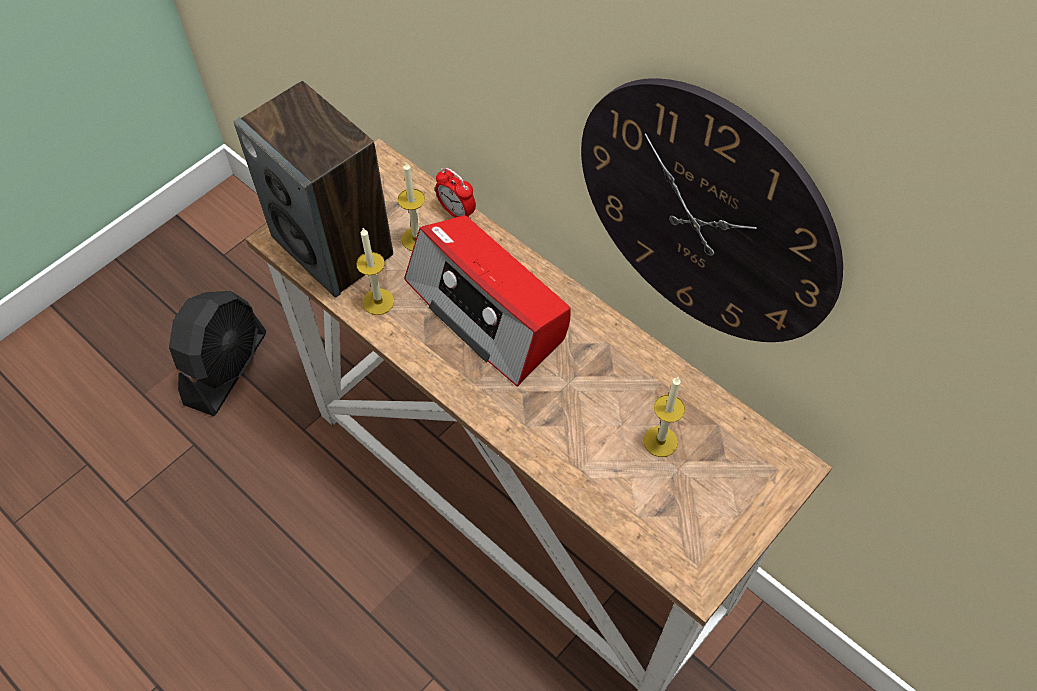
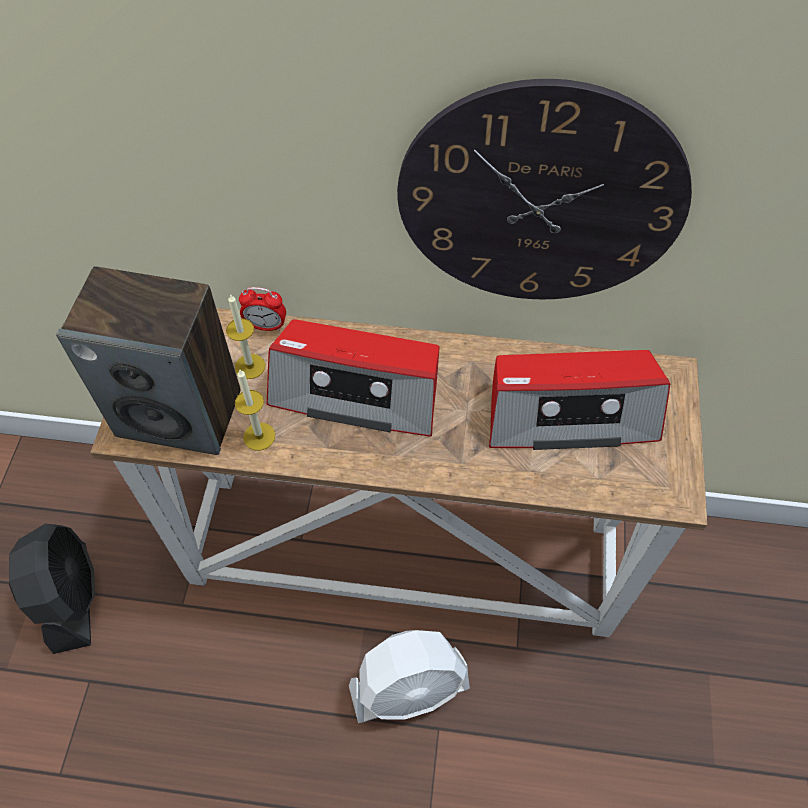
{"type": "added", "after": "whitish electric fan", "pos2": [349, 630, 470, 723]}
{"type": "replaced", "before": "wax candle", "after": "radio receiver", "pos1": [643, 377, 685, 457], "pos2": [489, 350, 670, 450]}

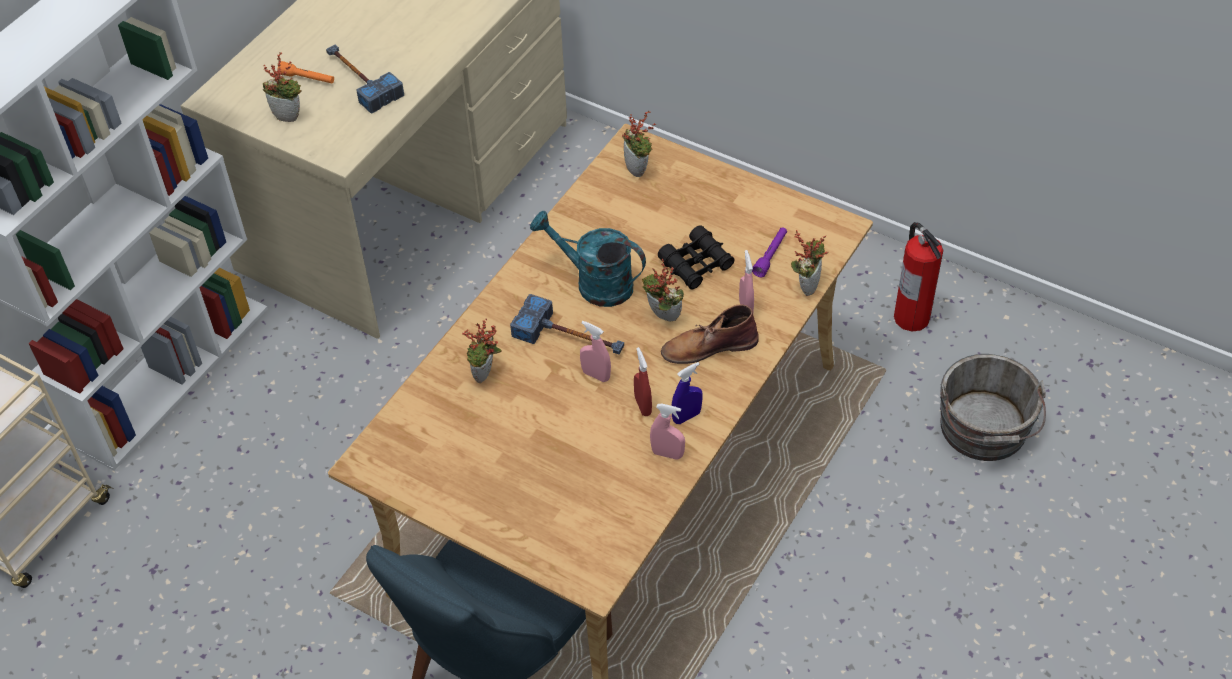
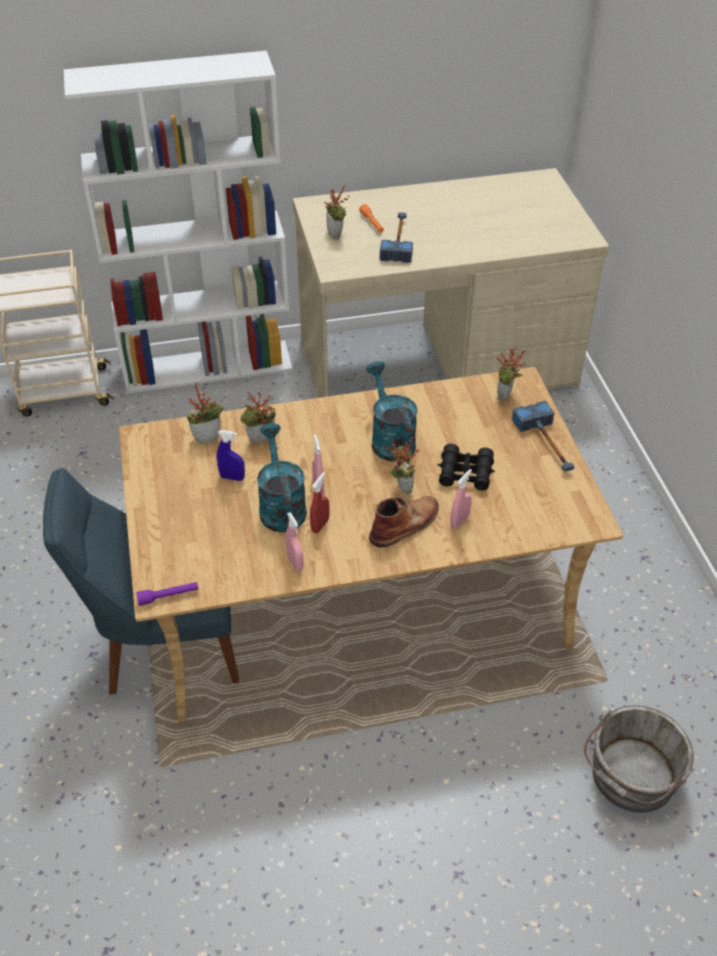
{"type": "moved", "before": "purple-coloured torch", "pos1": [752, 227, 787, 277], "pos2": [136, 582, 198, 606]}
{"type": "moved", "before": "potted plant", "pos1": [791, 230, 829, 296], "pos2": [186, 383, 224, 444]}
{"type": "moved", "before": "blue-coloured hand sprayer", "pos1": [672, 362, 703, 424], "pos2": [217, 430, 245, 481]}
{"type": "added", "after": "blue-green sprinkling can", "pos2": [257, 423, 307, 532]}
{"type": "turned", "before": "brown-coloured high-top boot", "pos1": [661, 304, 759, 364], "pos2": [369, 495, 439, 547], "turn": 105}
{"type": "moved", "before": "hand hammer", "pos1": [510, 294, 624, 354], "pos2": [512, 401, 574, 472]}
{"type": "removed", "before": "extinguisher", "pos1": [894, 222, 943, 332]}

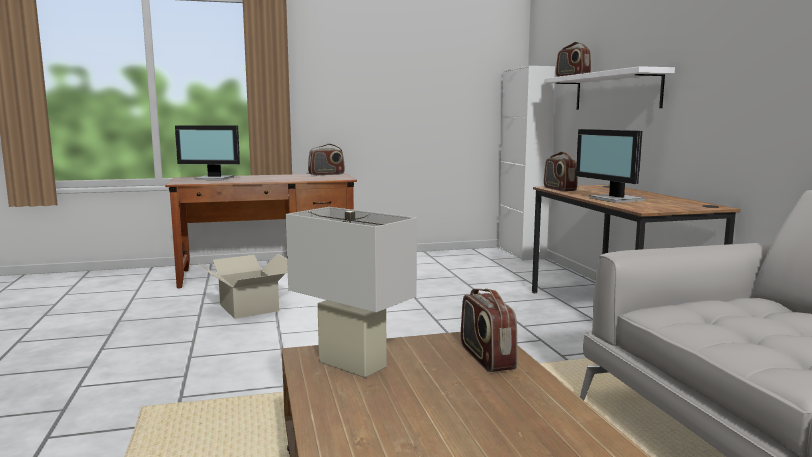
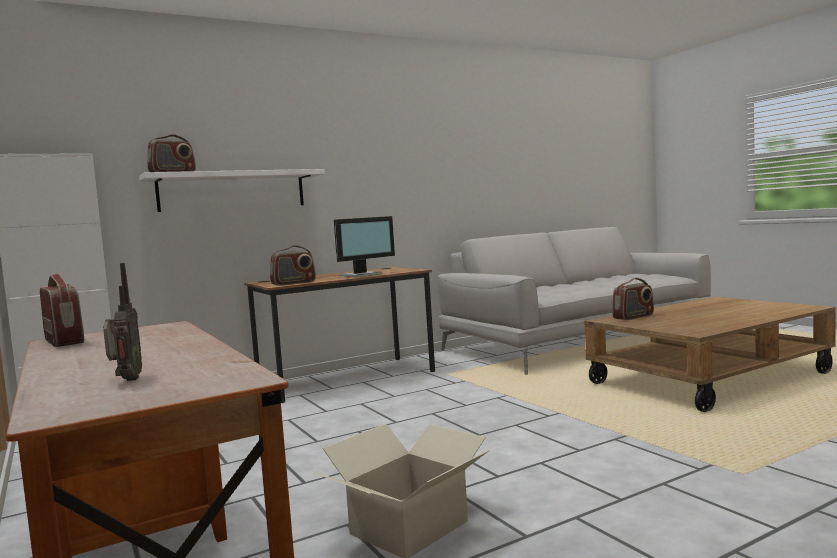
{"type": "replaced", "before": "computer screen", "after": "radio receiver", "pos1": [175, 125, 240, 180], "pos2": [103, 263, 142, 381]}
{"type": "removed", "before": "whitish lamp for a table", "pos1": [286, 207, 417, 378]}

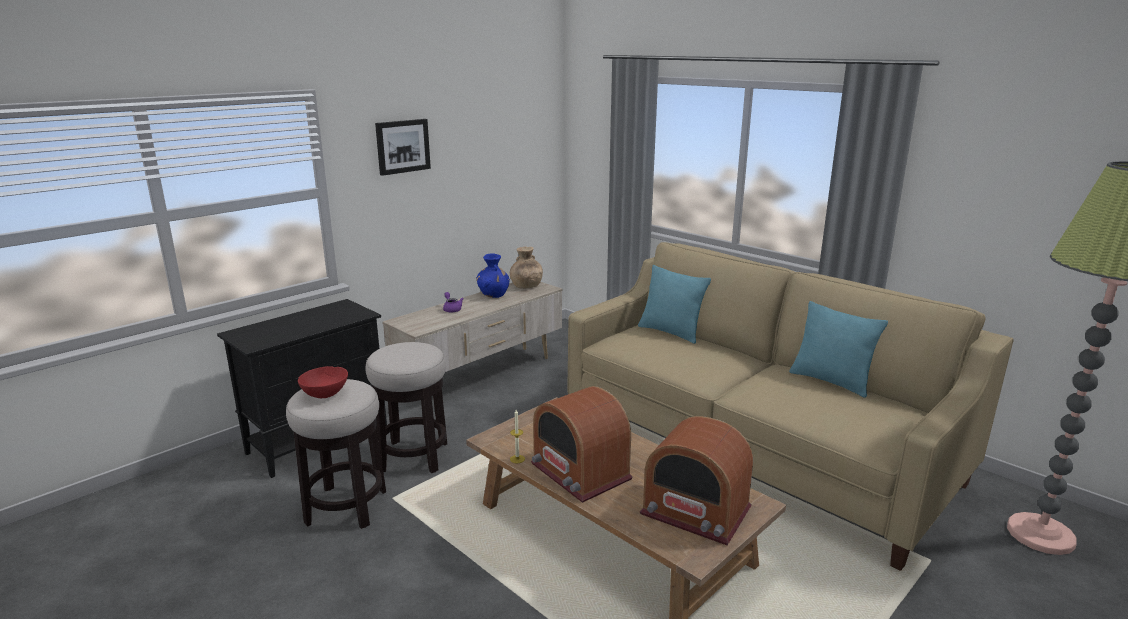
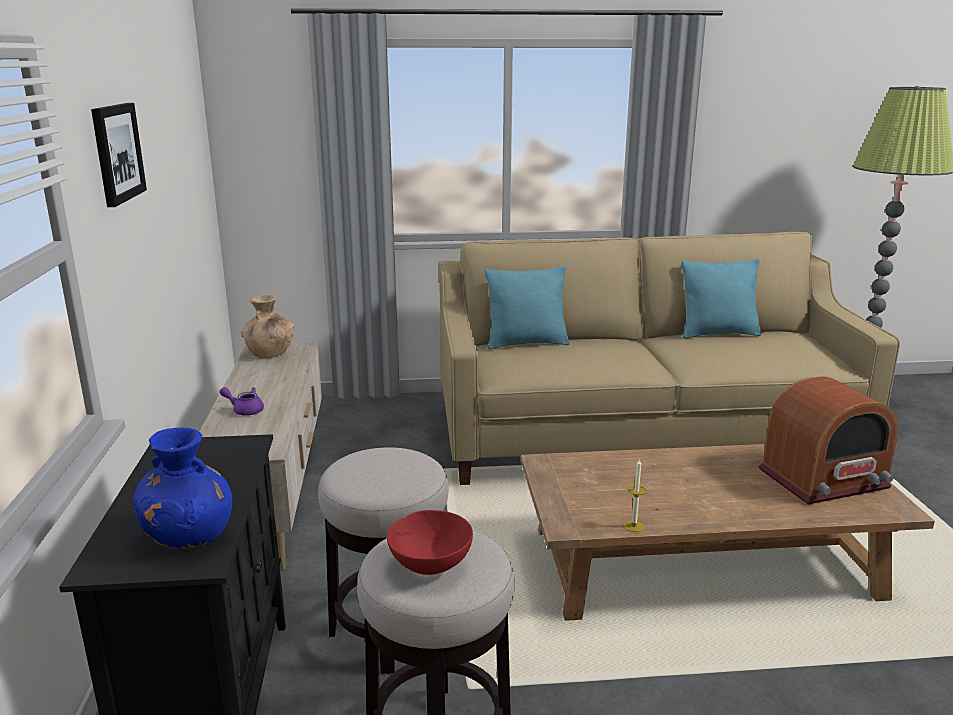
{"type": "moved", "before": "blue-coloured flower vase", "pos1": [477, 253, 510, 298], "pos2": [133, 428, 232, 549]}
{"type": "removed", "before": "radio receiver", "pos1": [531, 386, 633, 503]}

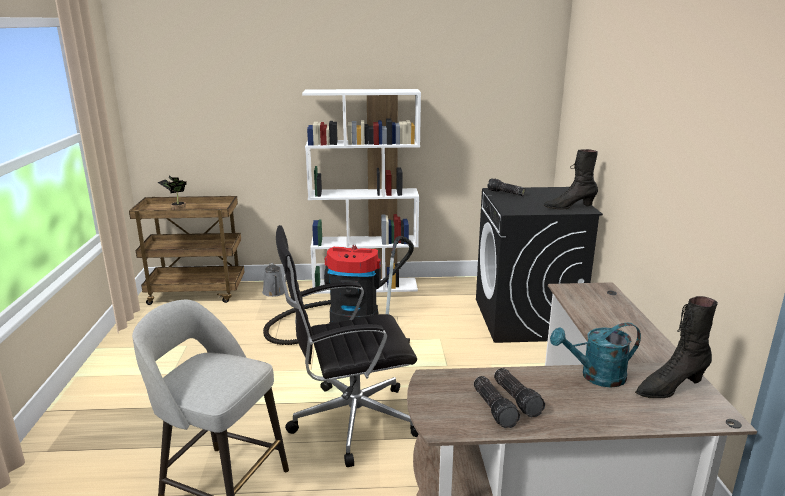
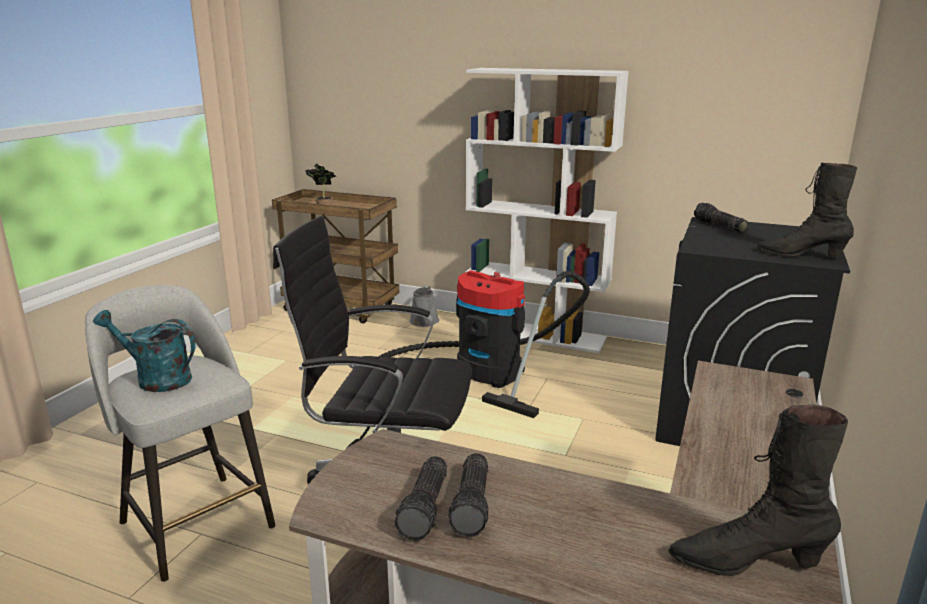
{"type": "moved", "before": "blue-green sprinkling can", "pos1": [550, 323, 641, 388], "pos2": [93, 310, 196, 392]}

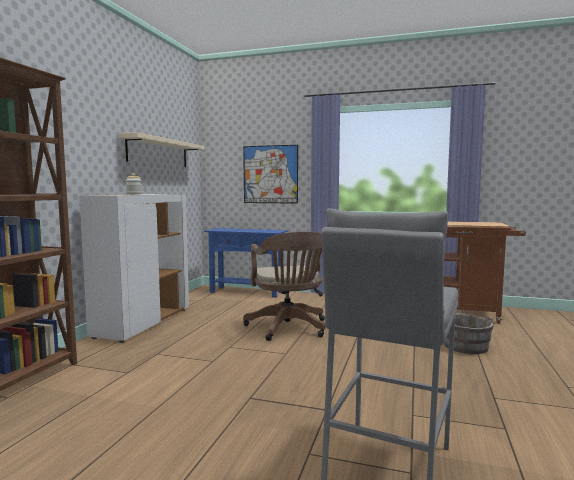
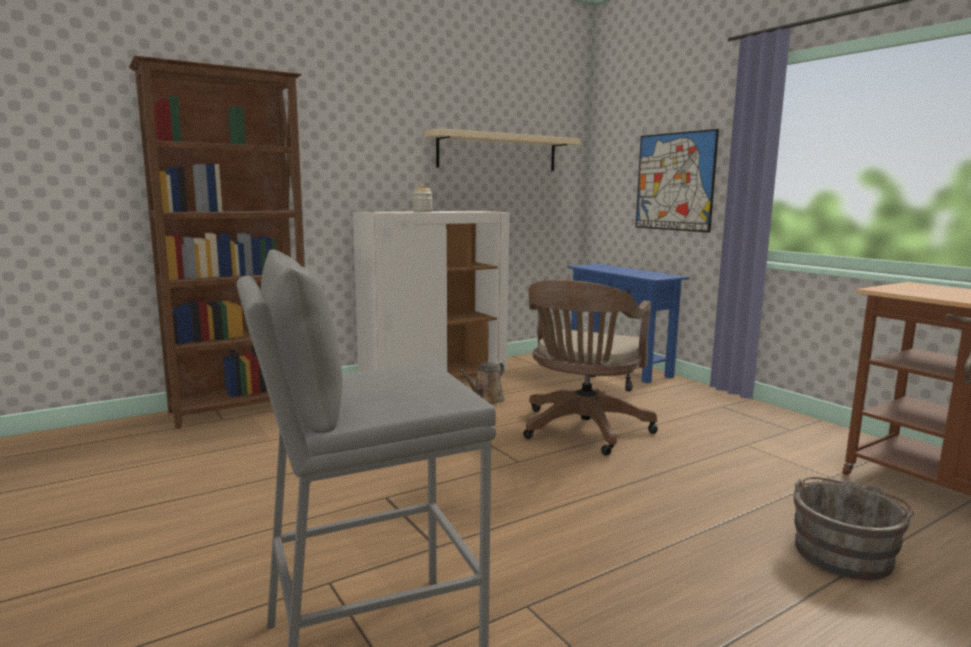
{"type": "added", "after": "brown-coloured sprinkling can", "pos2": [458, 362, 505, 404]}

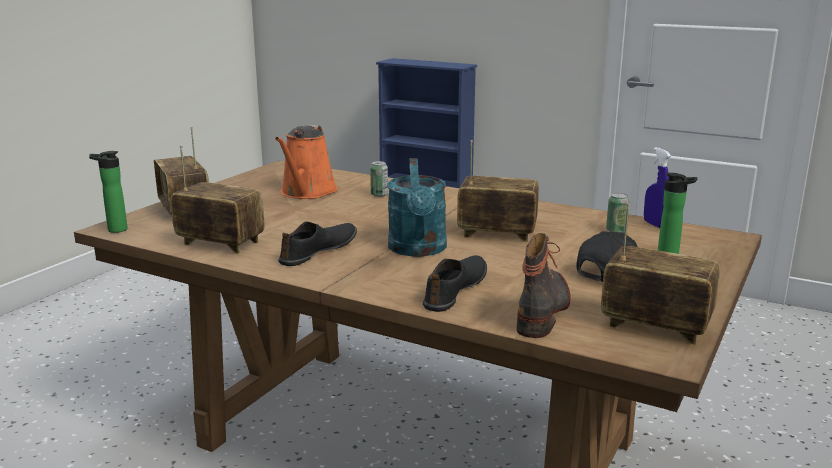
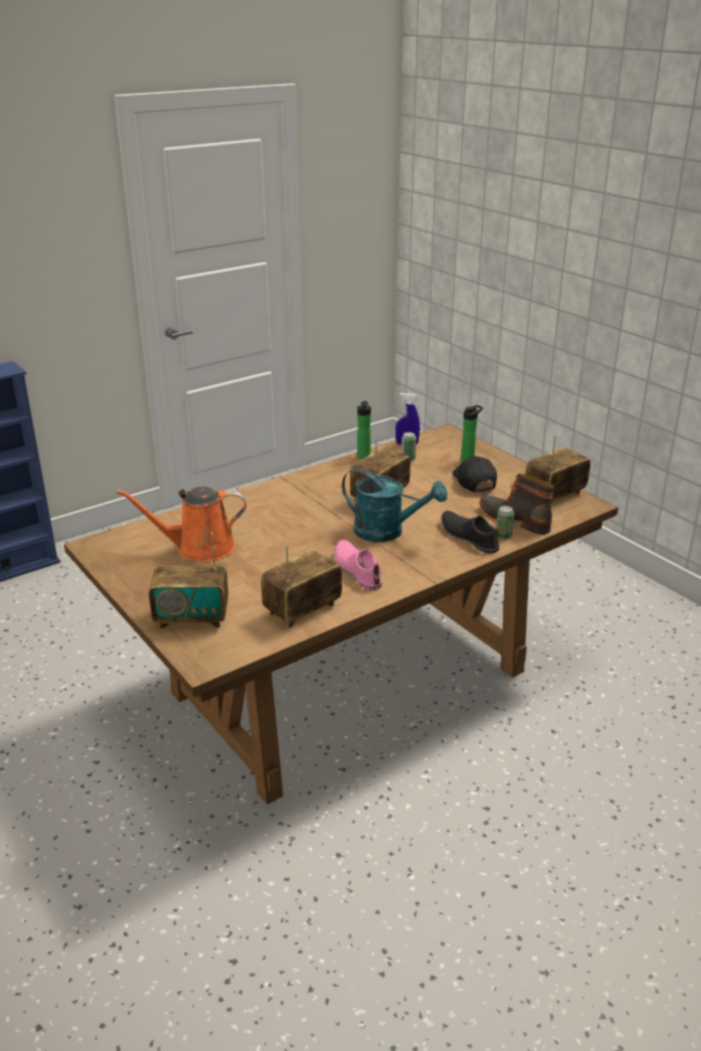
{"type": "turned", "before": "orange sprinkling can", "pos1": [275, 125, 338, 199], "pos2": [116, 487, 246, 562], "turn": 135}
{"type": "recoloured", "before": "black item of footwear", "after": "pinkish item of footwear", "pos1": [278, 221, 357, 266], "pos2": [334, 540, 382, 590]}
{"type": "moved", "before": "drink bottle", "pos1": [89, 151, 128, 233], "pos2": [357, 401, 371, 459]}
{"type": "moved", "before": "sealed can", "pos1": [370, 161, 388, 197], "pos2": [496, 506, 514, 540]}

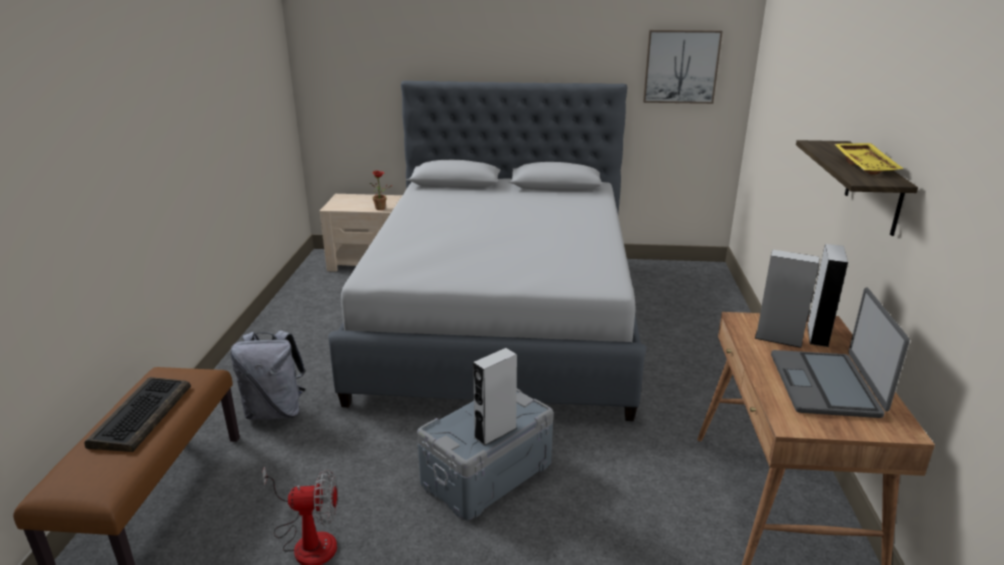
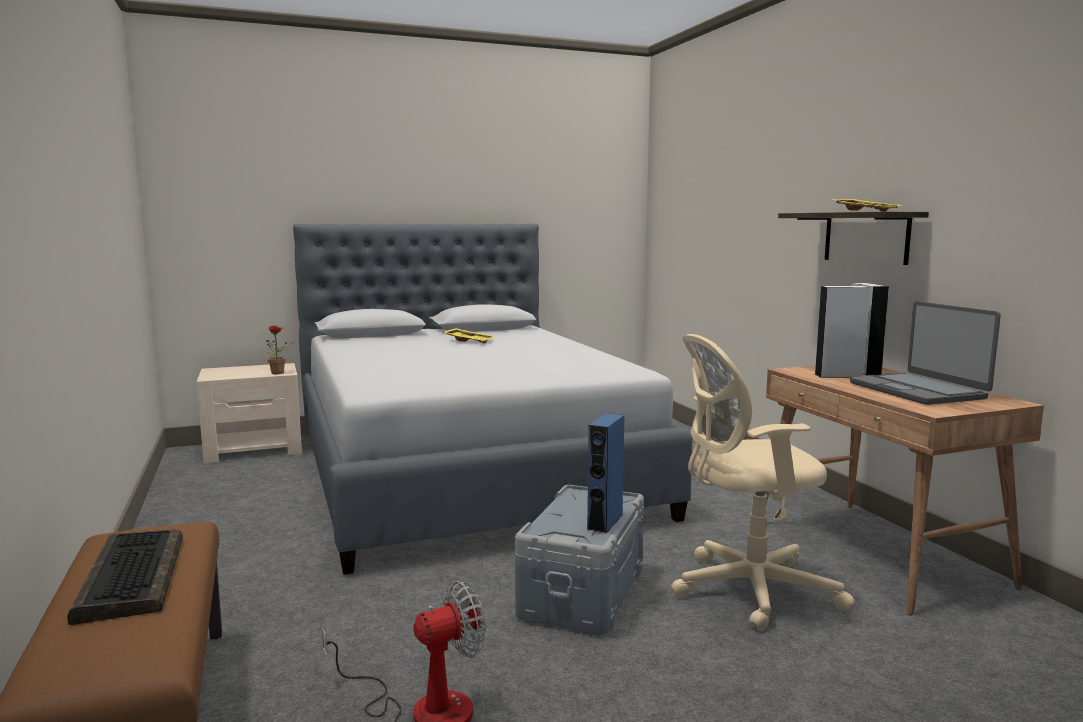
{"type": "added", "after": "yellow-coloured carrying tray", "pos2": [444, 328, 495, 344]}
{"type": "recoloured", "before": "gray speaker", "after": "blue-coloured speaker", "pos1": [473, 348, 517, 446], "pos2": [587, 413, 625, 534]}
{"type": "added", "after": "sand-coloured office chair", "pos2": [671, 334, 854, 631]}
{"type": "removed", "before": "gray rucksack", "pos1": [231, 330, 306, 420]}
{"type": "removed", "before": "picture", "pos1": [643, 30, 723, 104]}

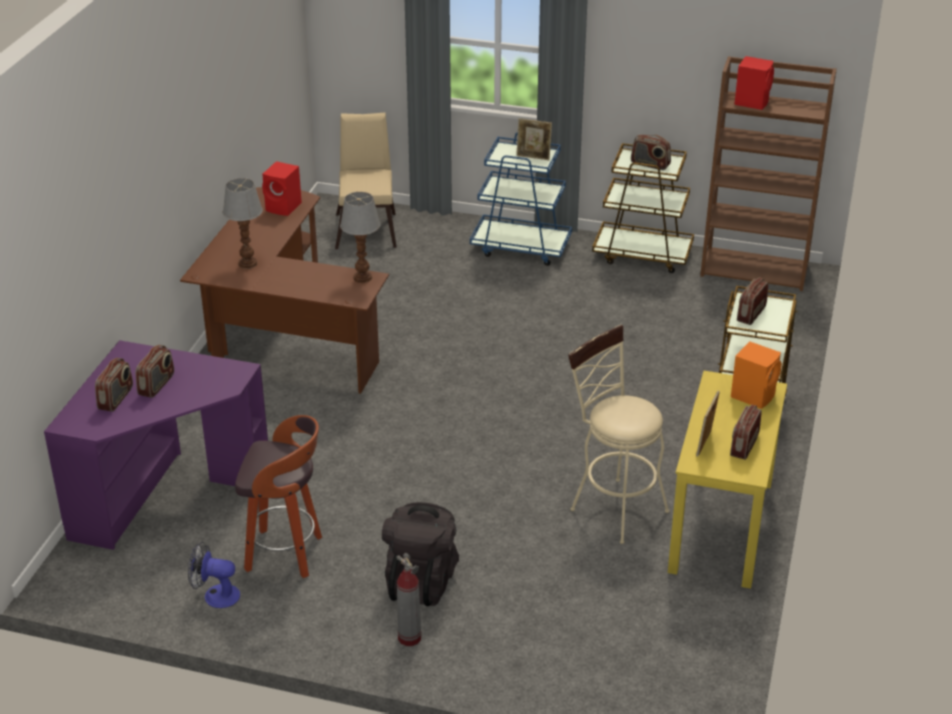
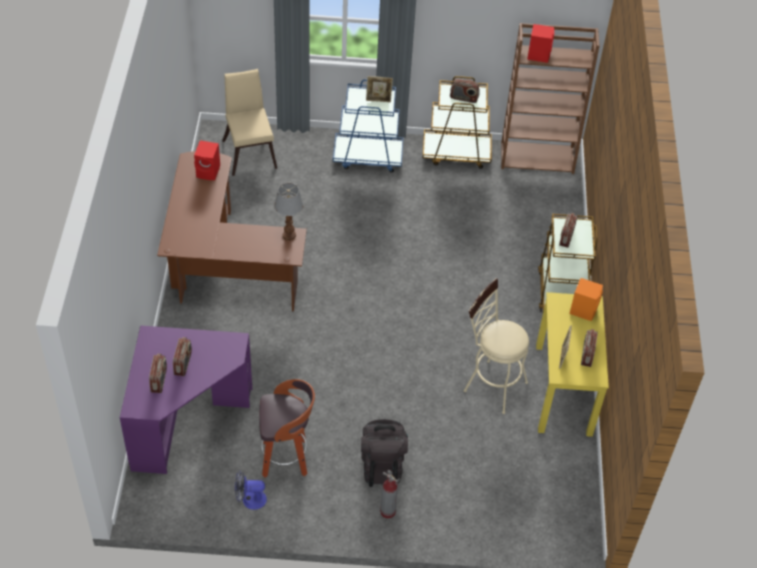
{"type": "removed", "before": "lamp for a table", "pos1": [223, 178, 263, 269]}

